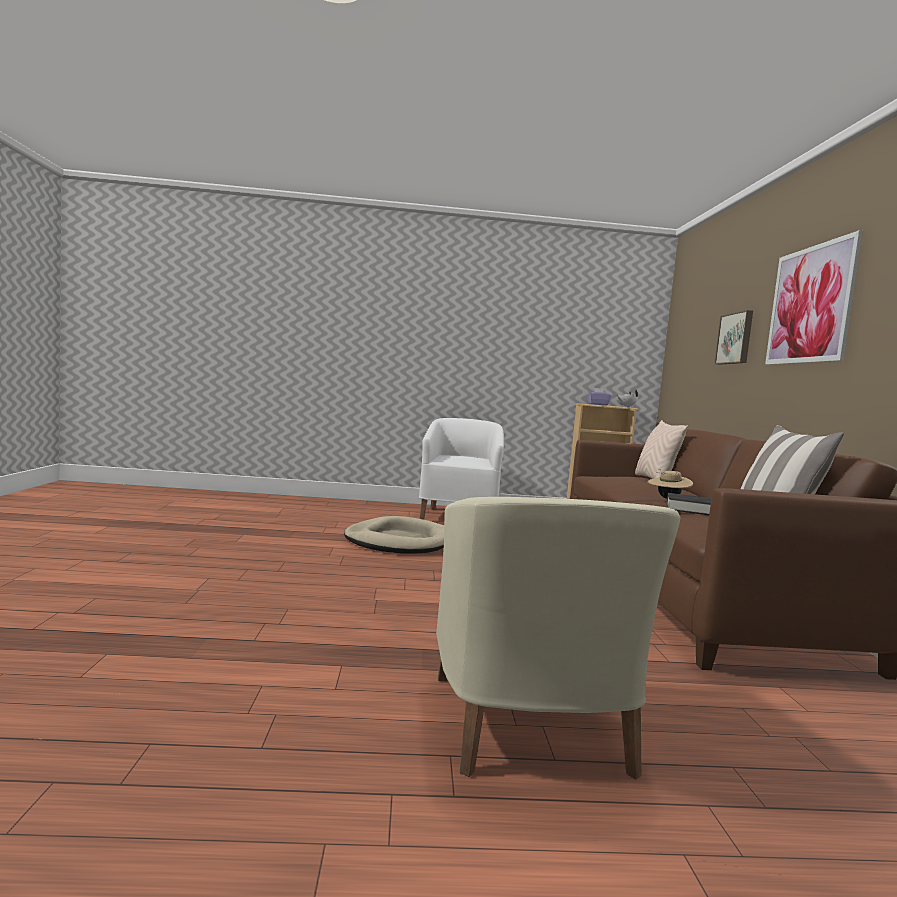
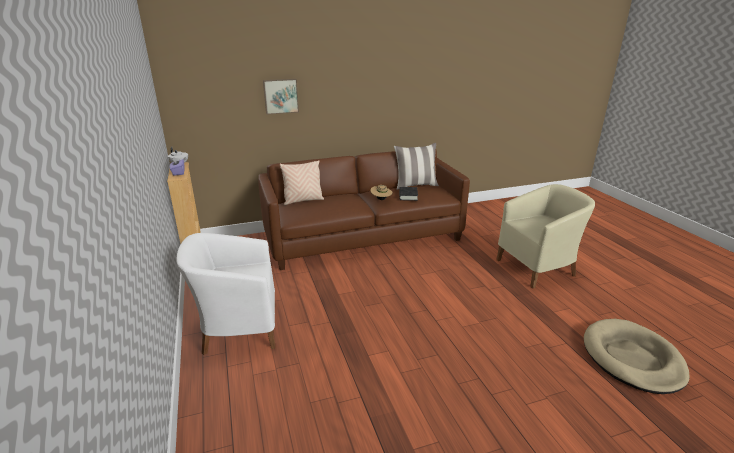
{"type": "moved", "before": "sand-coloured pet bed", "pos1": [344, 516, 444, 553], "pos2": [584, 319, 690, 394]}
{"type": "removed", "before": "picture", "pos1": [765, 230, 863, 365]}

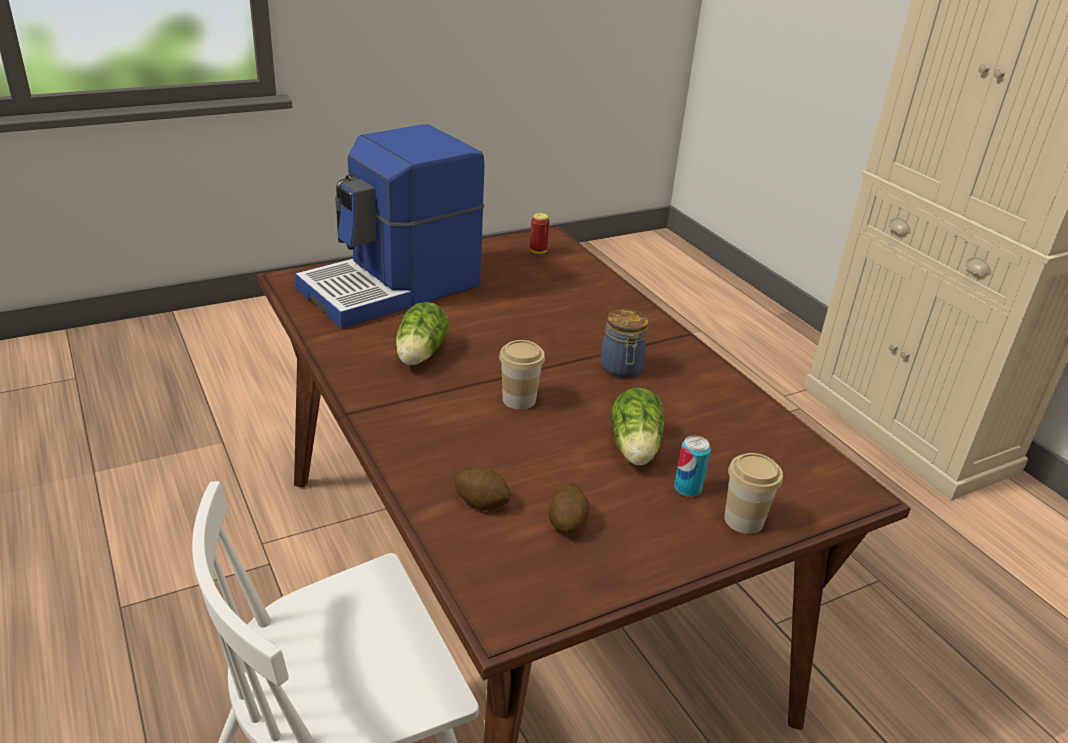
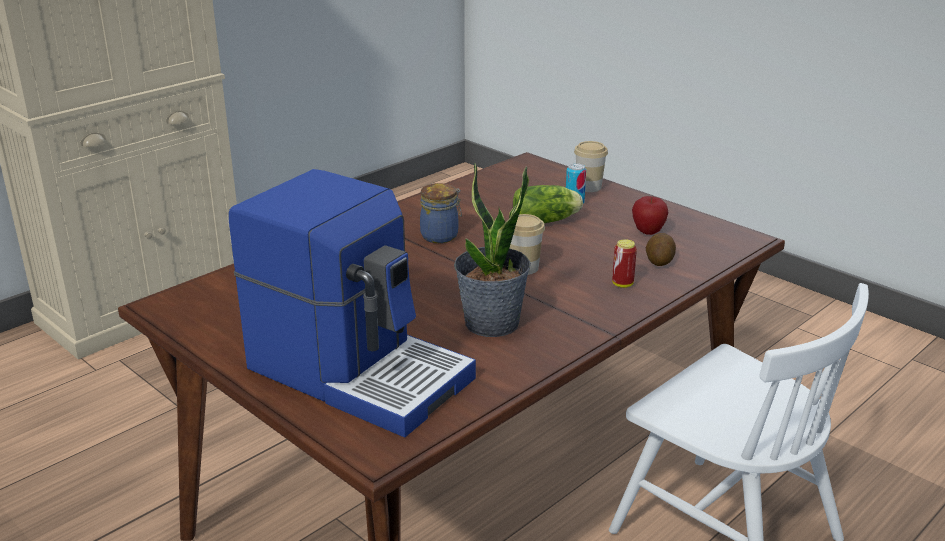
{"type": "replaced", "before": "lettuce", "after": "potted plant", "pos1": [396, 302, 450, 365], "pos2": [454, 163, 531, 337]}
{"type": "moved", "before": "sealed can", "pos1": [530, 213, 549, 254], "pos2": [612, 239, 637, 288]}
{"type": "replaced", "before": "whole potato", "after": "apple", "pos1": [549, 483, 590, 533], "pos2": [632, 196, 669, 235]}

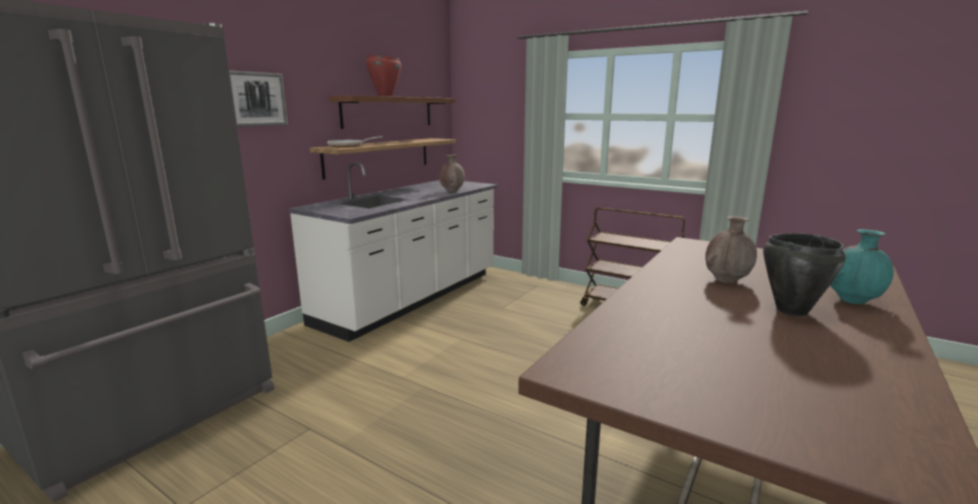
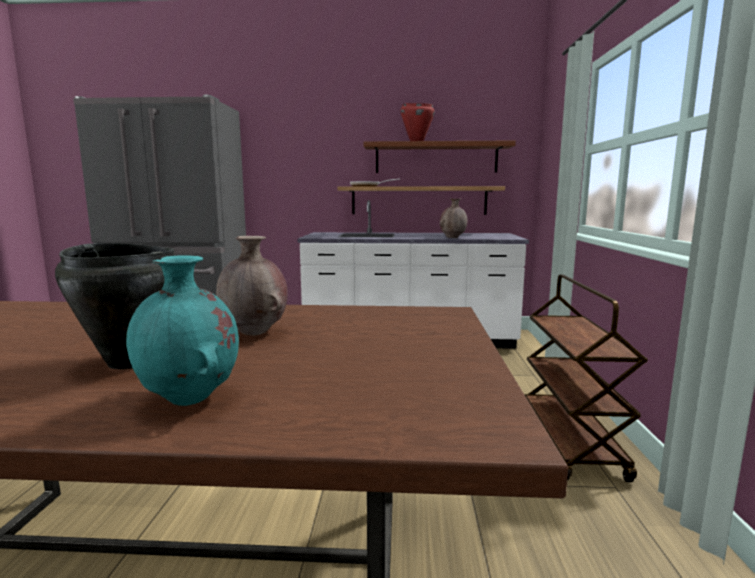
{"type": "removed", "before": "picture", "pos1": [229, 71, 288, 127]}

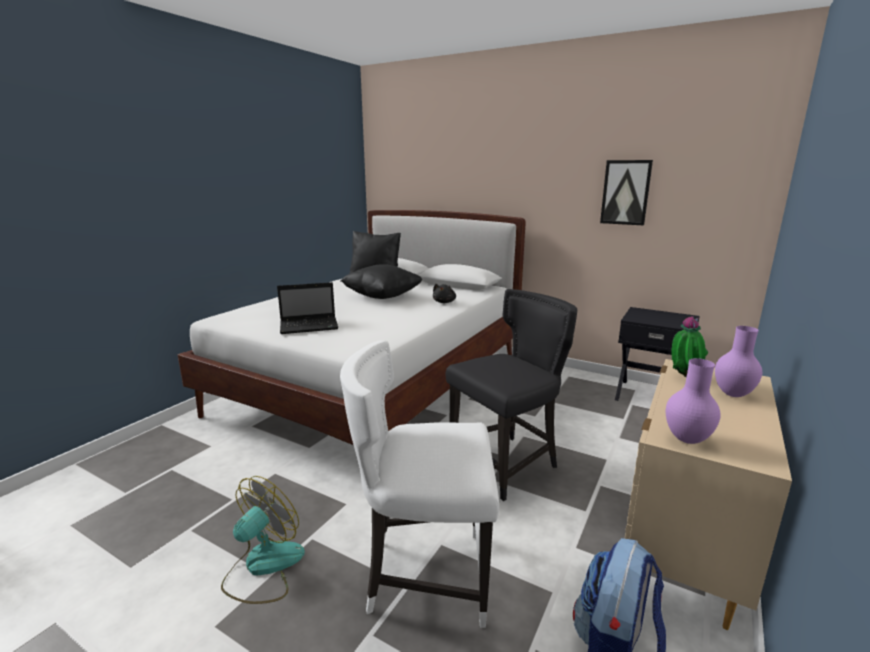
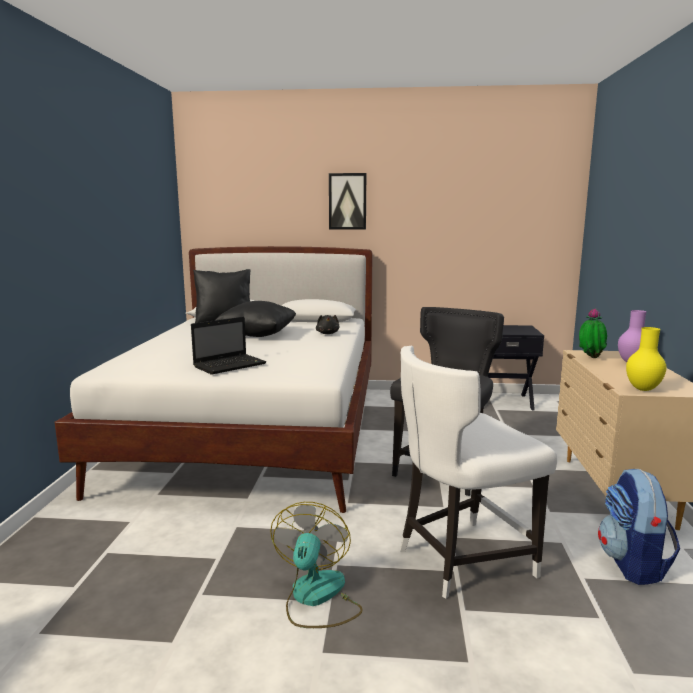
{"type": "moved", "before": "picture", "pos1": [600, 160, 653, 226], "pos2": [329, 173, 366, 229]}
{"type": "recoloured", "before": "purple-coloured flower vase", "after": "yellow-coloured flower vase", "pos1": [666, 358, 721, 444], "pos2": [626, 327, 666, 391]}

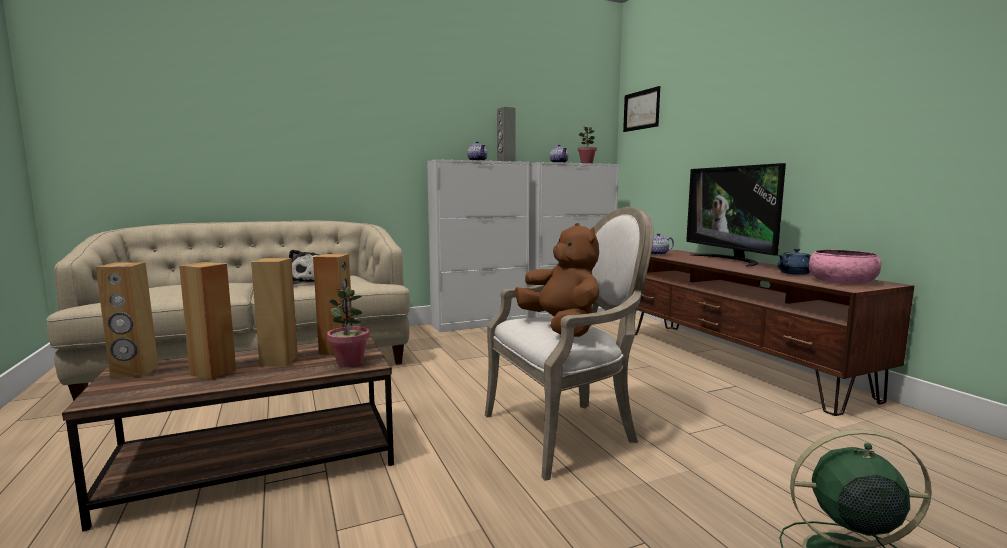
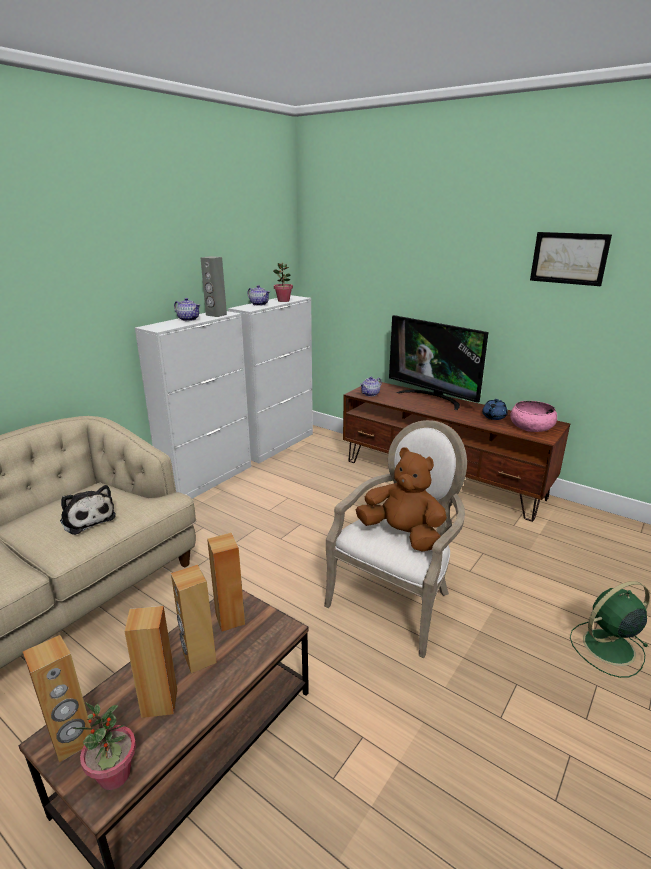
{"type": "moved", "before": "potted plant", "pos1": [327, 286, 370, 367], "pos2": [73, 702, 136, 790]}
{"type": "moved", "before": "picture", "pos1": [623, 86, 660, 132], "pos2": [530, 232, 612, 286]}

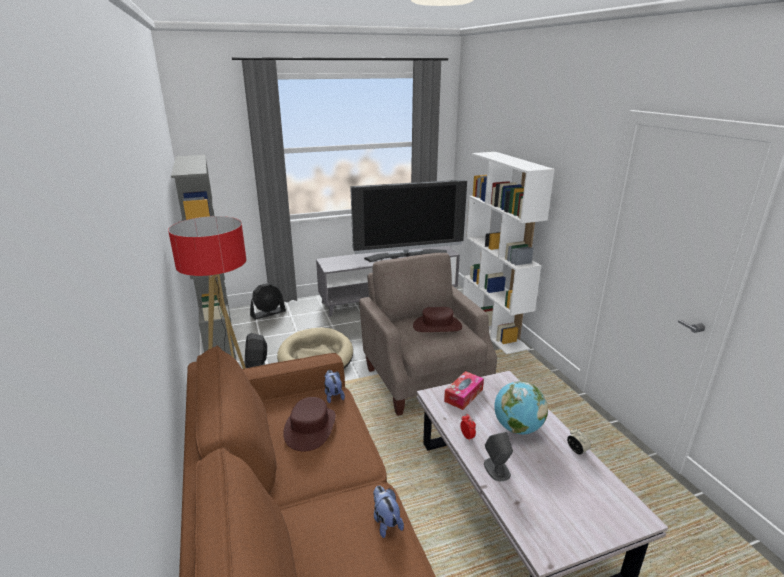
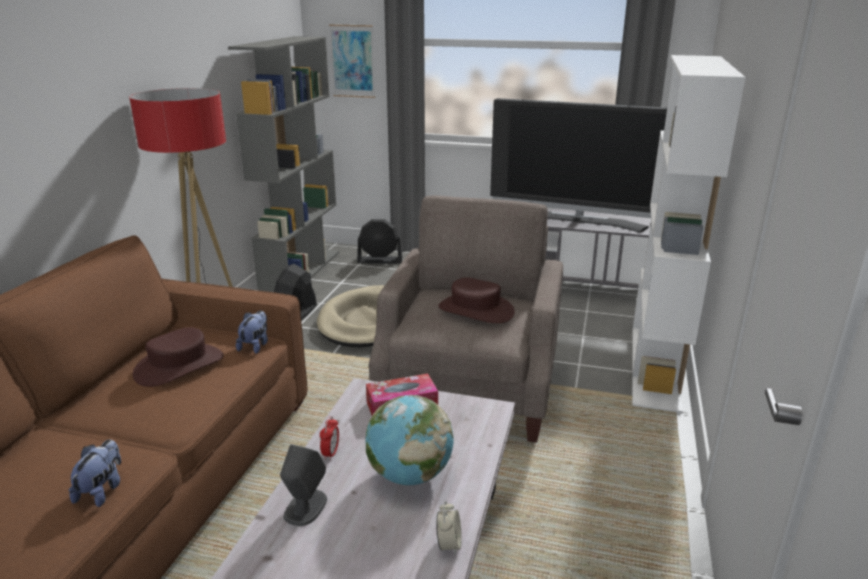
{"type": "added", "after": "picture", "pos2": [329, 24, 375, 98]}

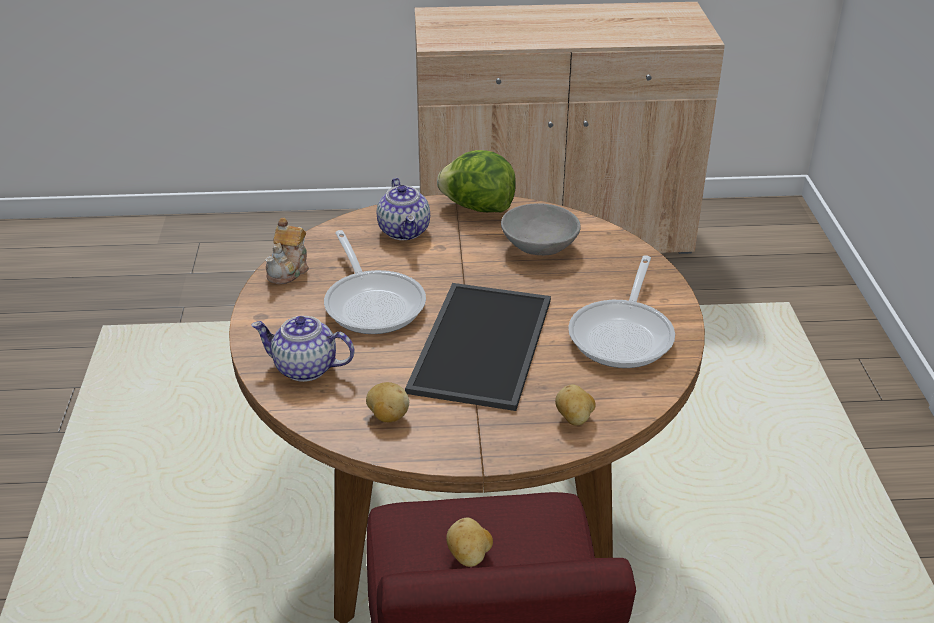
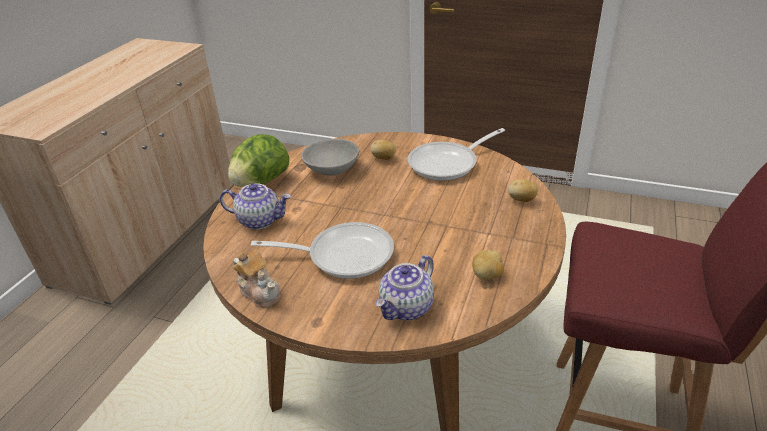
{"type": "moved", "before": "whole potato", "pos1": [446, 518, 493, 567], "pos2": [371, 140, 396, 160]}
{"type": "turned", "before": "pan", "pos1": [568, 255, 675, 368], "pos2": [408, 128, 505, 181], "turn": 105}
{"type": "removed", "before": "carrying tray", "pos1": [405, 283, 551, 411]}

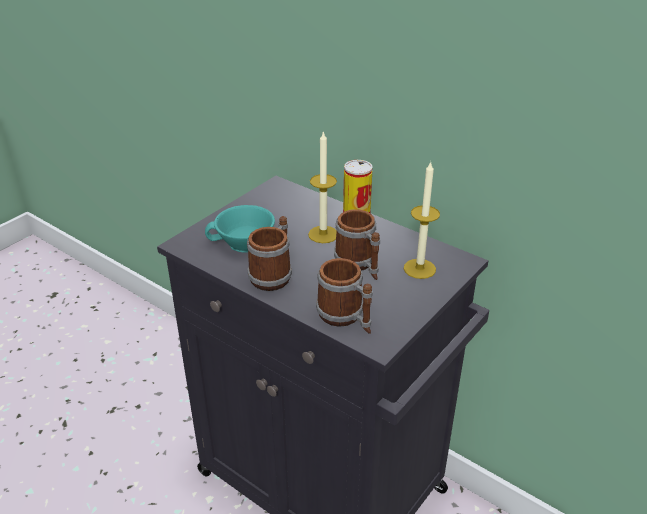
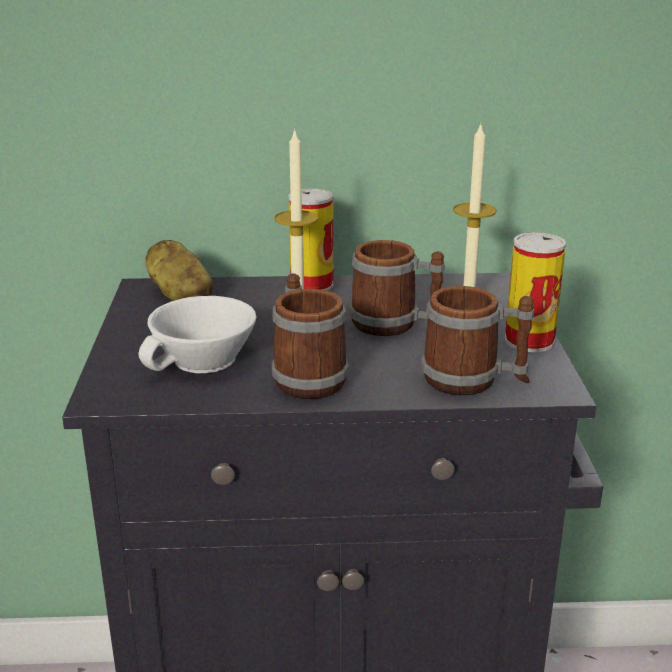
{"type": "recoloured", "before": "blue-green drinking cup", "after": "whitish drinking cup", "pos1": [205, 205, 275, 252], "pos2": [138, 296, 256, 373]}
{"type": "added", "after": "whole potato", "pos2": [145, 240, 213, 301]}
{"type": "added", "after": "sealed can", "pos2": [505, 232, 566, 352]}

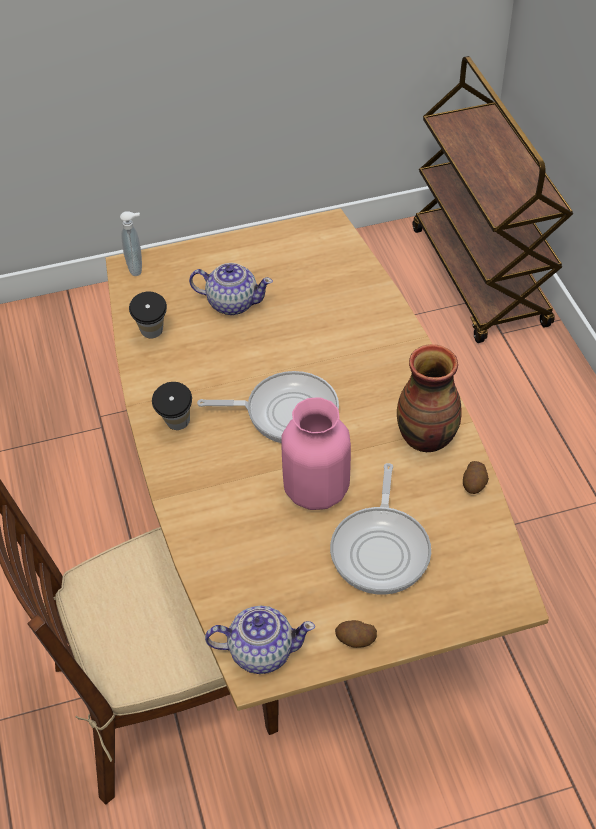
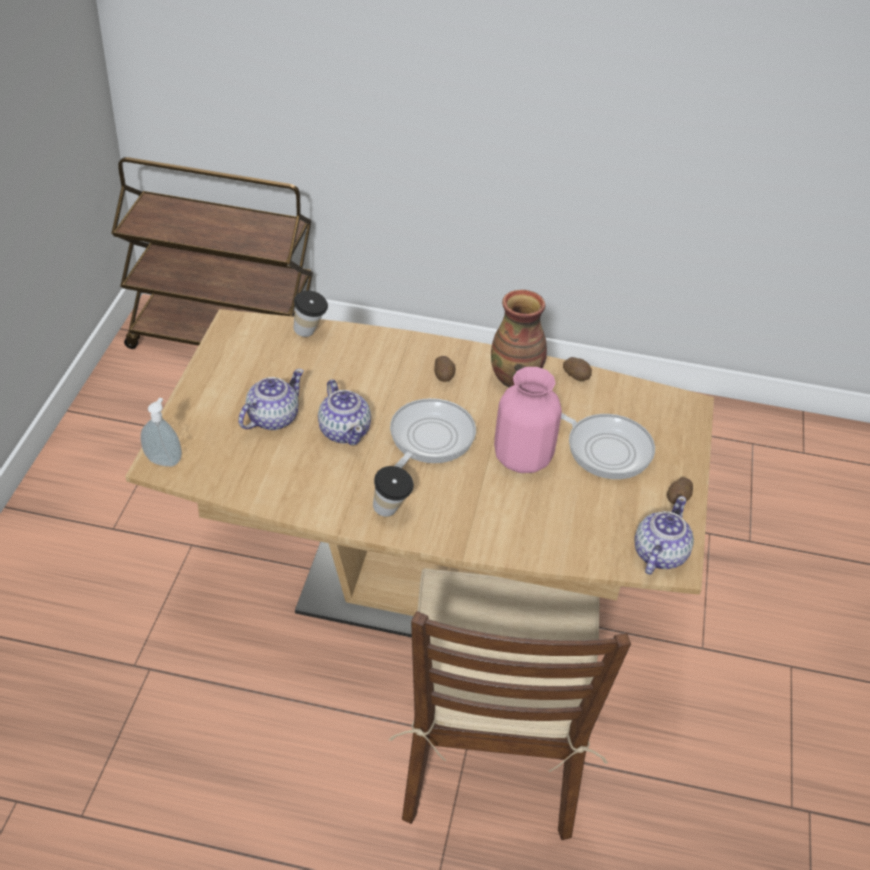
{"type": "moved", "before": "drinking cup", "pos1": [129, 291, 167, 339], "pos2": [293, 291, 328, 337]}
{"type": "added", "after": "teapot", "pos2": [318, 379, 371, 445]}
{"type": "added", "after": "whole potato", "pos2": [434, 356, 456, 382]}

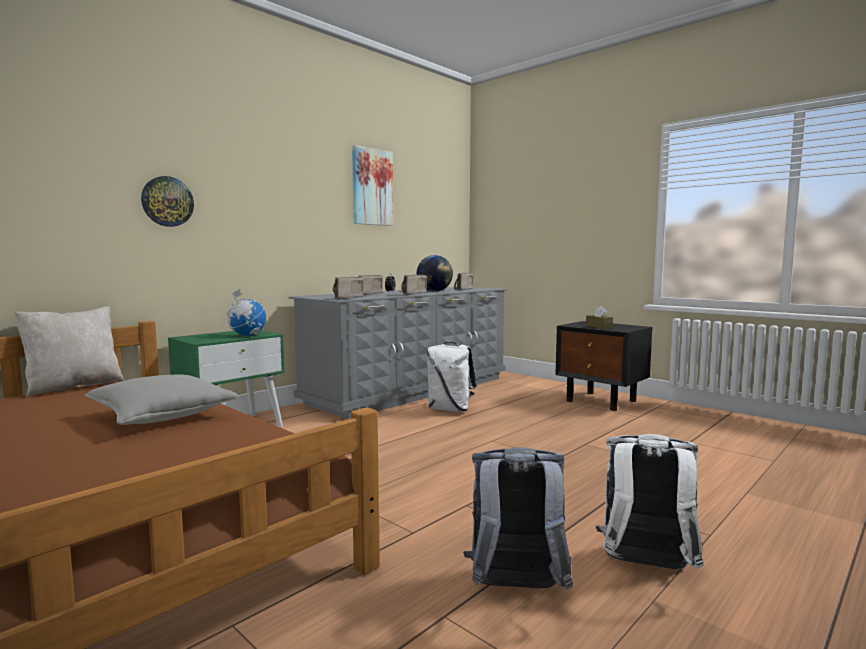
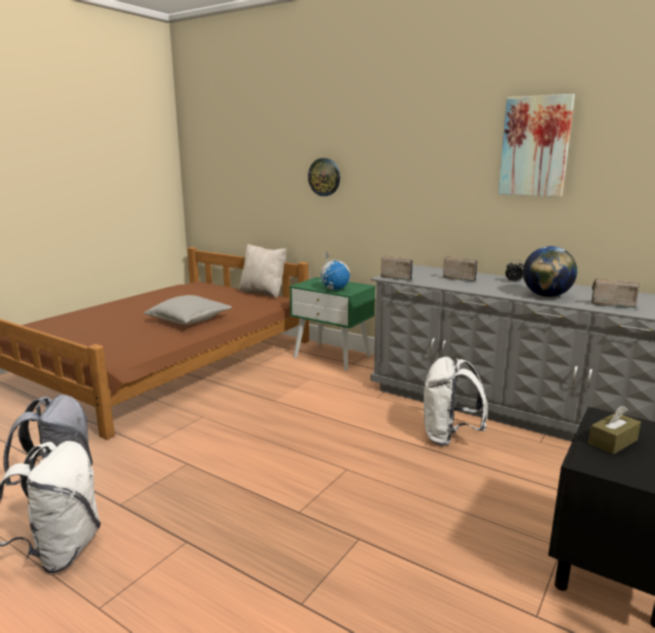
{"type": "removed", "before": "radio receiver", "pos1": [401, 275, 427, 295]}

